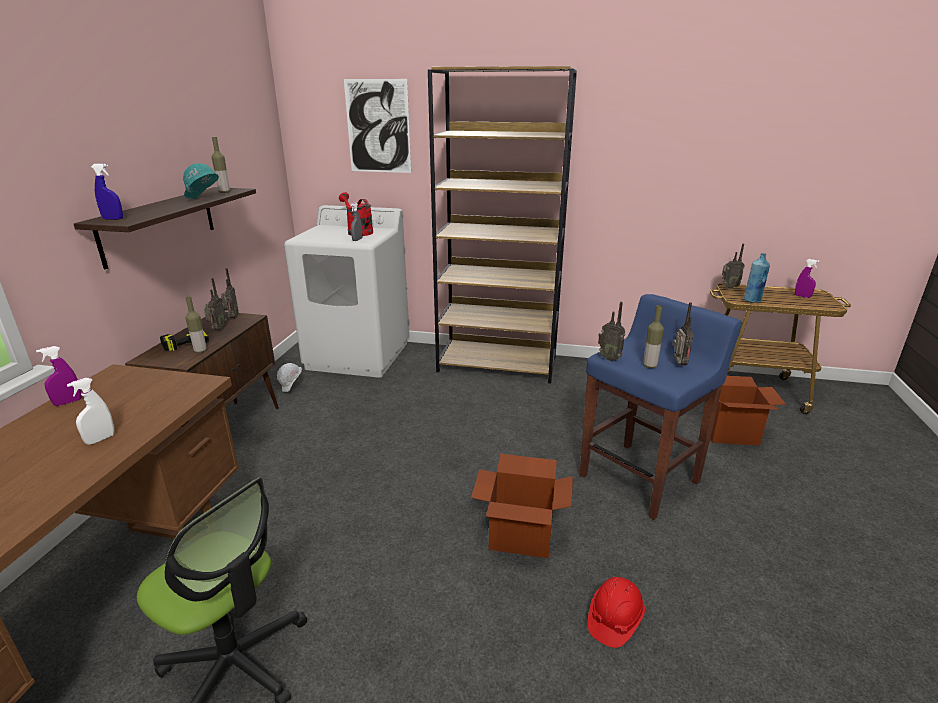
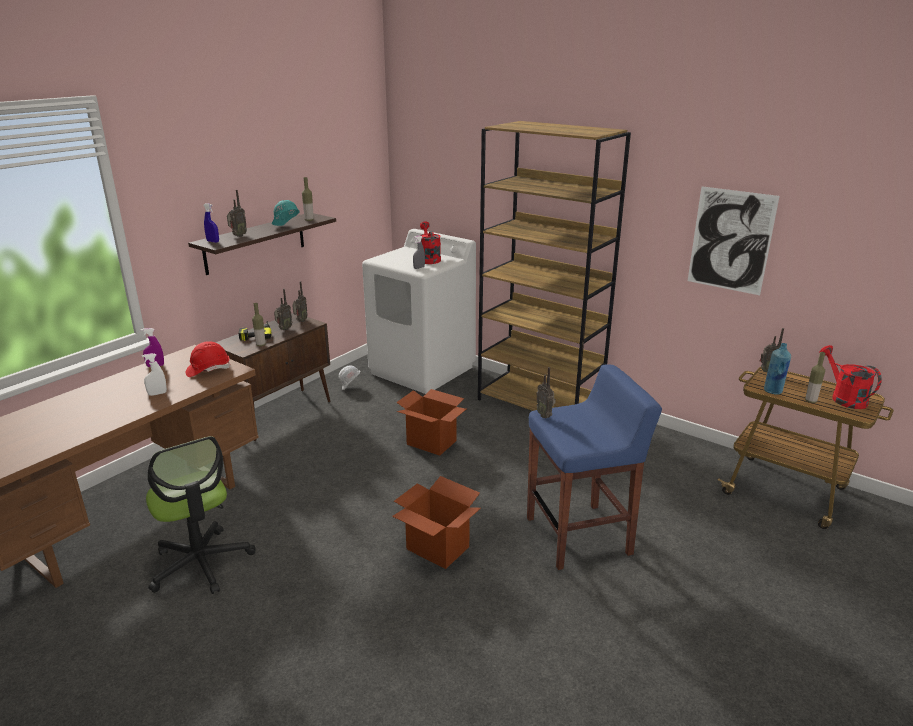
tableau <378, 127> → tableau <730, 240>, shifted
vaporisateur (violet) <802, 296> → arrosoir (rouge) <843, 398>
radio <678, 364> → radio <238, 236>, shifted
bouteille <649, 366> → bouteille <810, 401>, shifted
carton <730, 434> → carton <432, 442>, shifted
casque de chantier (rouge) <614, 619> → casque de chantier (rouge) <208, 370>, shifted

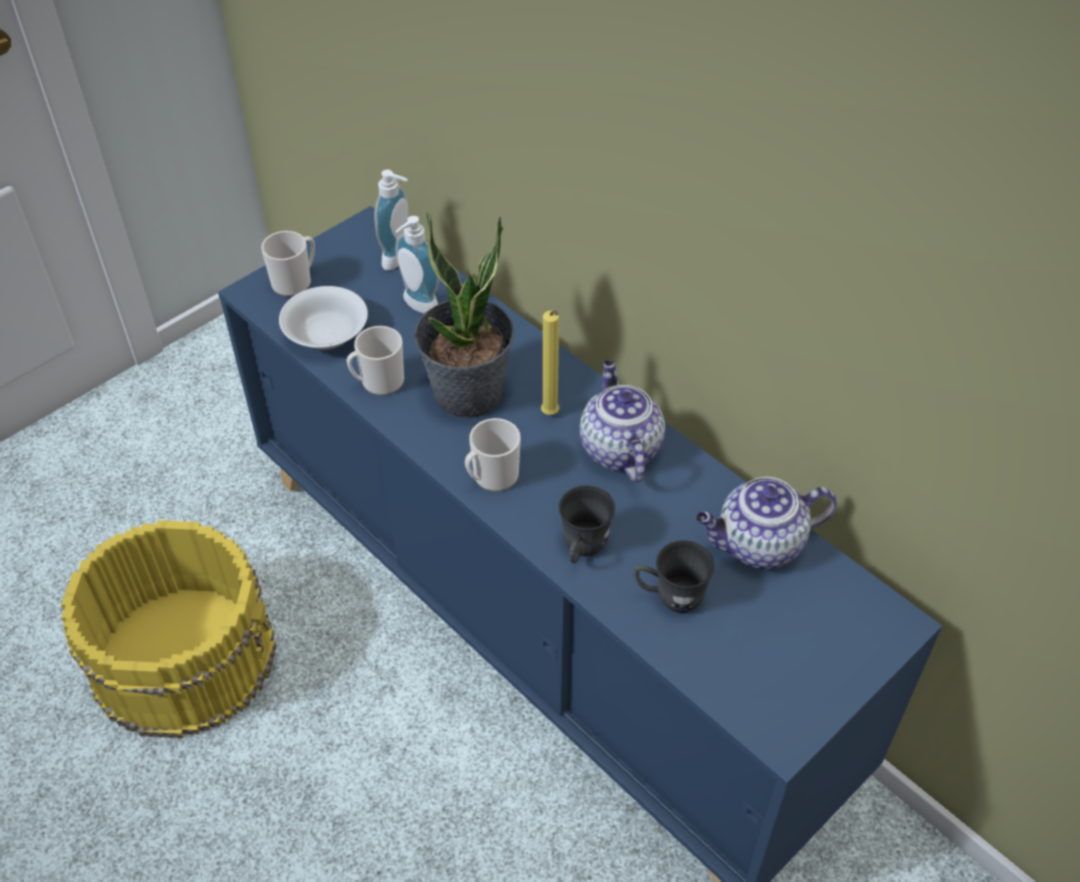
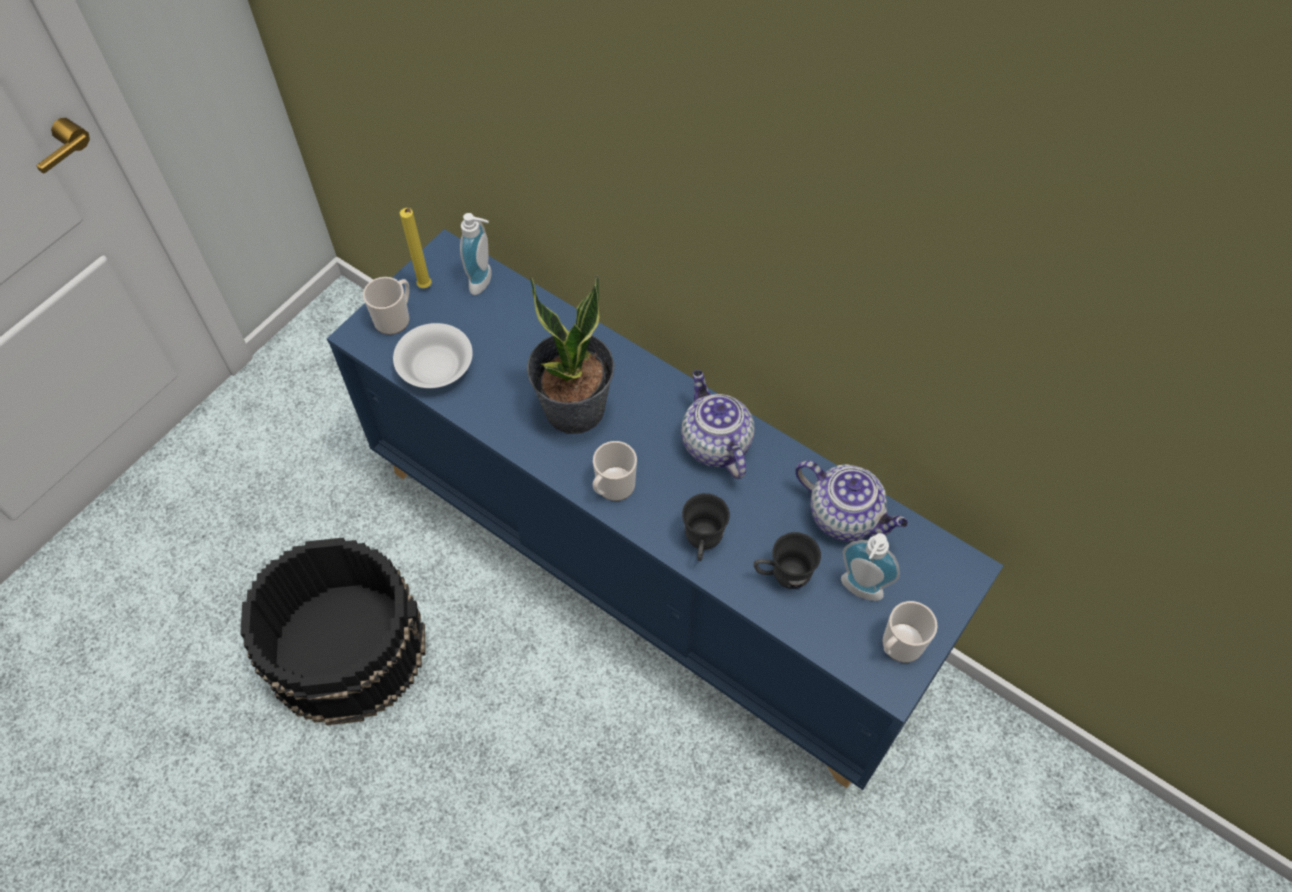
distributeur de savon <417, 306> → distributeur de savon <859, 591>, shifted
bougie (jaune) <551, 415> → bougie (jaune) <426, 288>, shifted
mug <378, 382> → mug <899, 646>, shifted
théière <758, 545> → théière <846, 517>, 120 degrees counterclockwise
seau (jaune) <184, 655> → seau (noir) <346, 646>

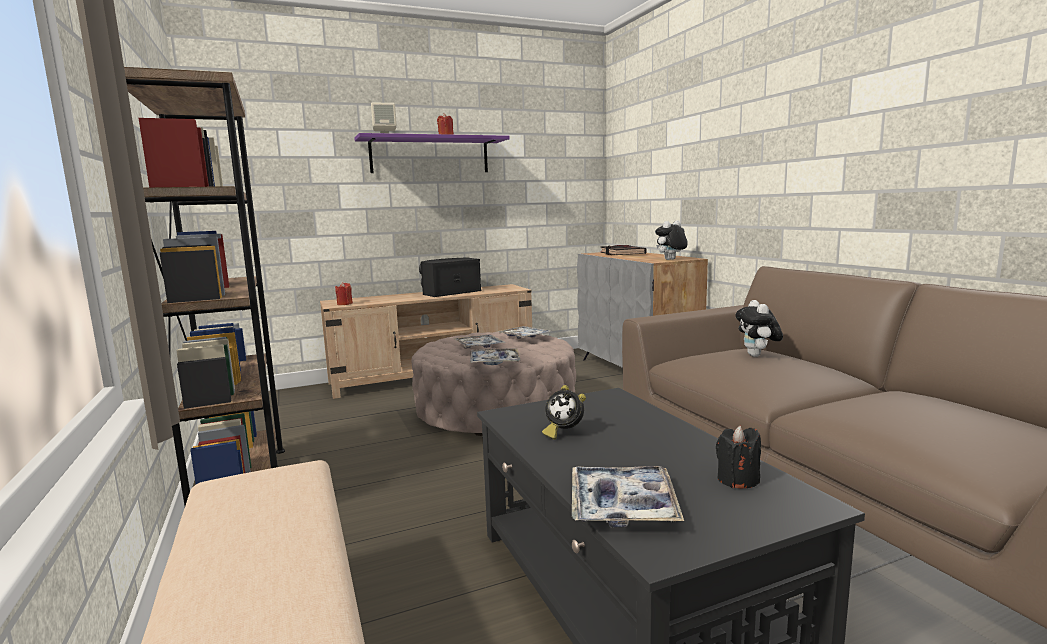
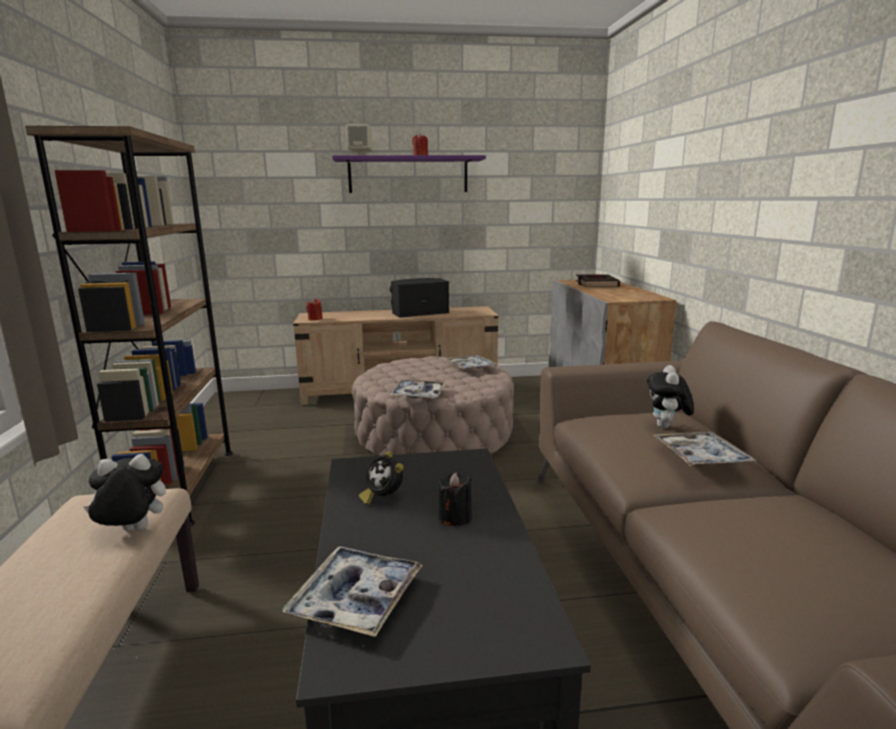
peluche <670, 260> → peluche <132, 531>, shifted
plateau <479, 346> → plateau <700, 457>, shifted
bougie (noir) <737, 480> → bougie (noir) <455, 517>, shifted

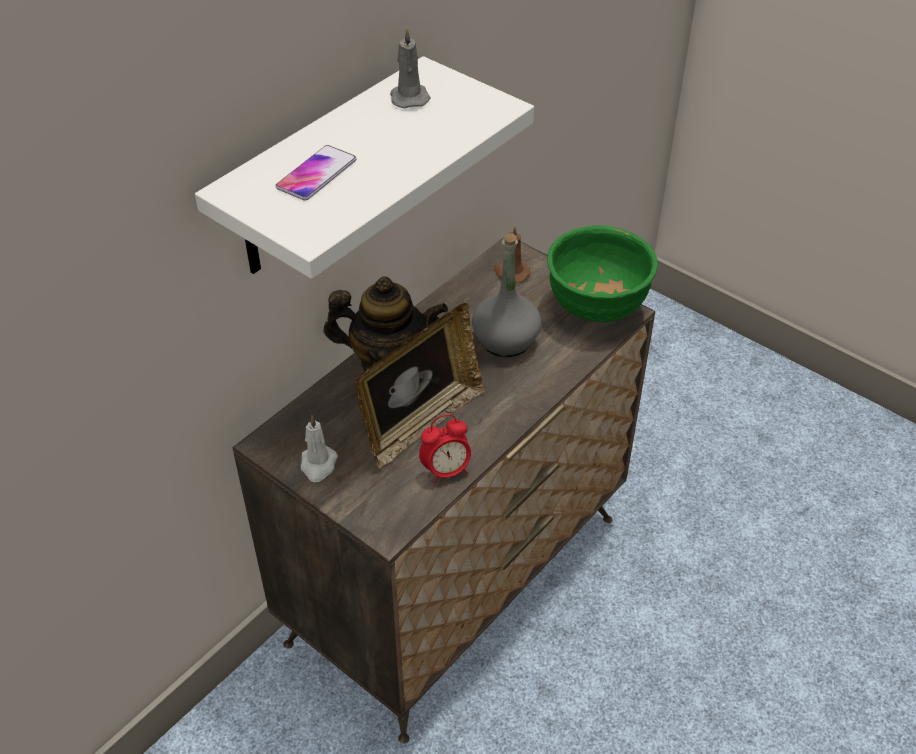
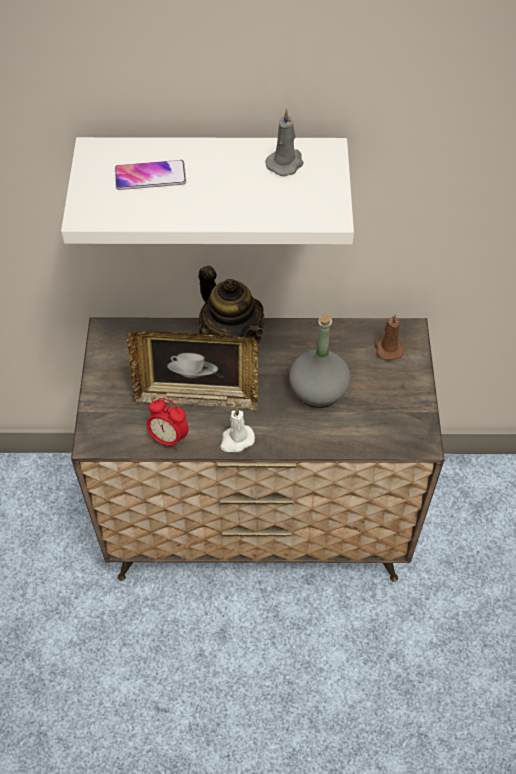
bol (vert) <595, 308> → -
bougie (blanc) <318, 465> → bougie (blanc) <236, 440>, shifted

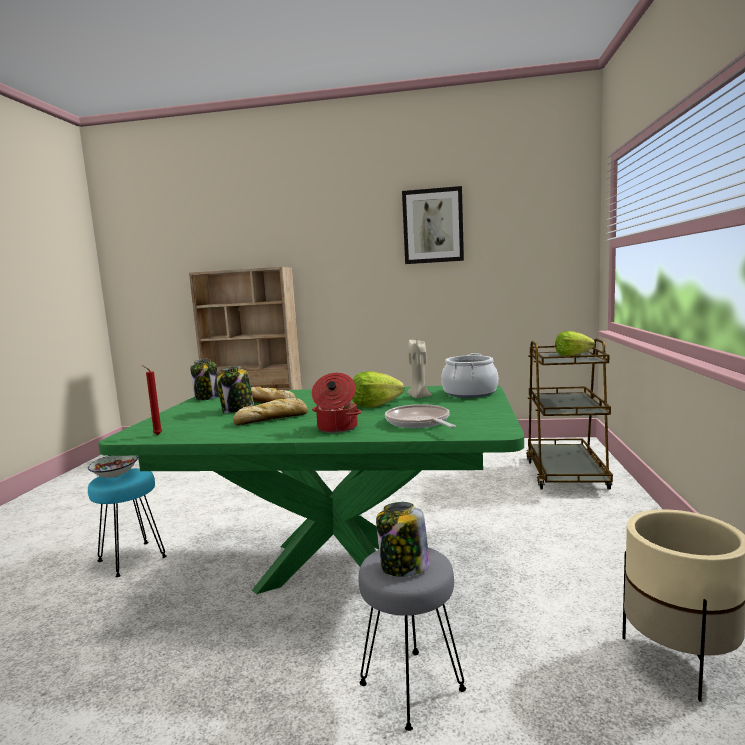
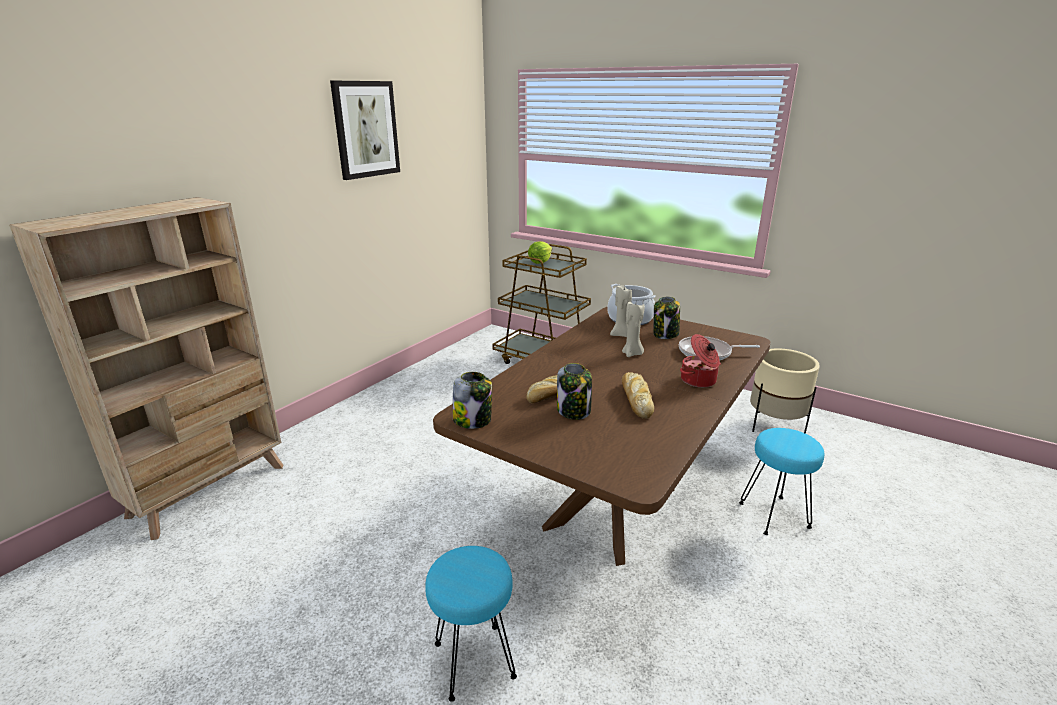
bougie (rouge) <156, 435> → -
laitue <375, 405> → bougie (beige) <632, 354>
table à manger (vert) <337, 569> → table à manger (marron) <612, 508>
bol <116, 476> → -
bocal <403, 567> → bocal <665, 334>, shifted
tabouret (gris) <410, 687> → tabouret (turquoise) <774, 516>

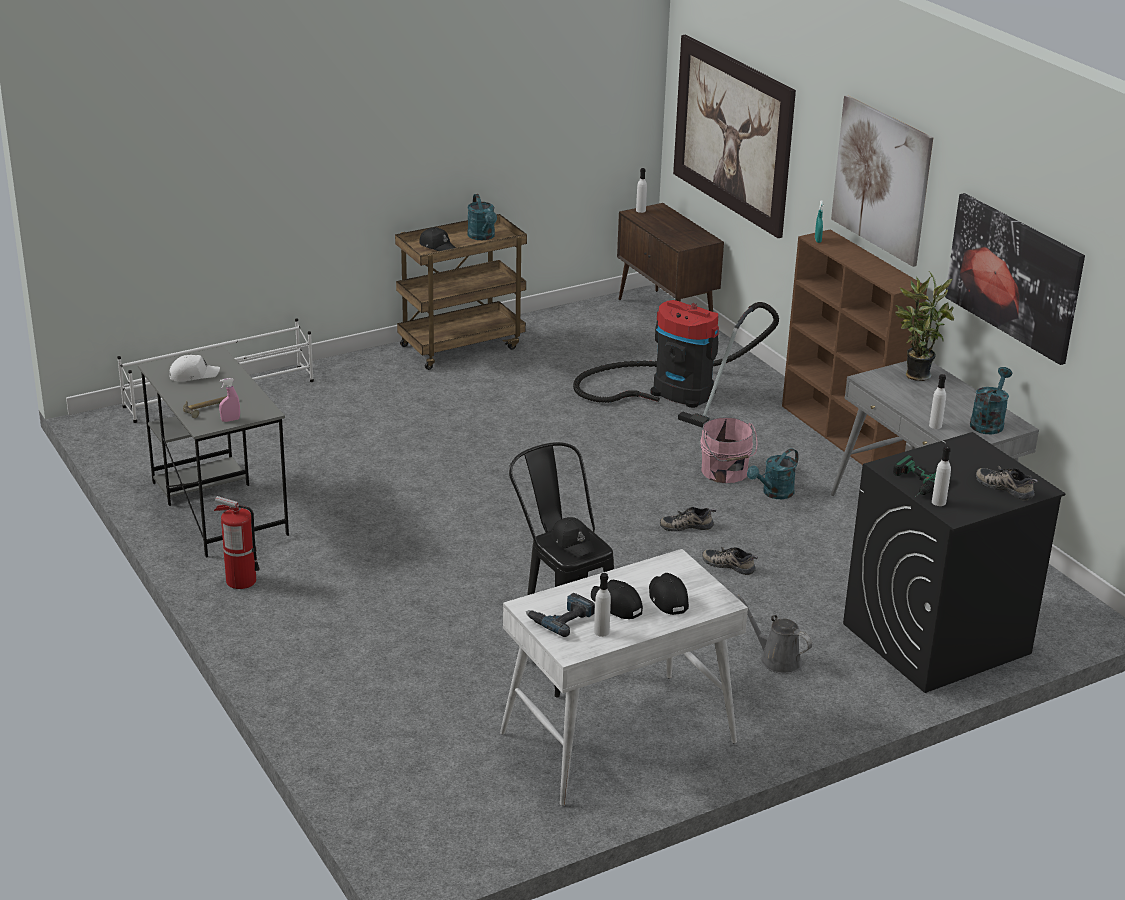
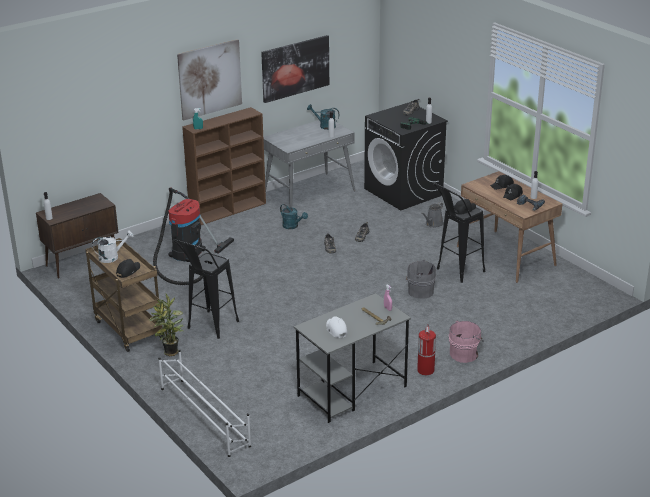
tableau <733, 134> → -
arrosoir (turquoise) <483, 237> → arrosoir (blanc) <112, 257>
plante en pot <914, 375> → plante en pot <170, 353>, shifted
seau (rose) <725, 472> → seau (rose) <465, 354>, shifted
bureau (blanc) <617, 739> → bureau (marron) <506, 256>
- → tabouret (noir) <208, 329>
- → seau (gris) <419, 291>

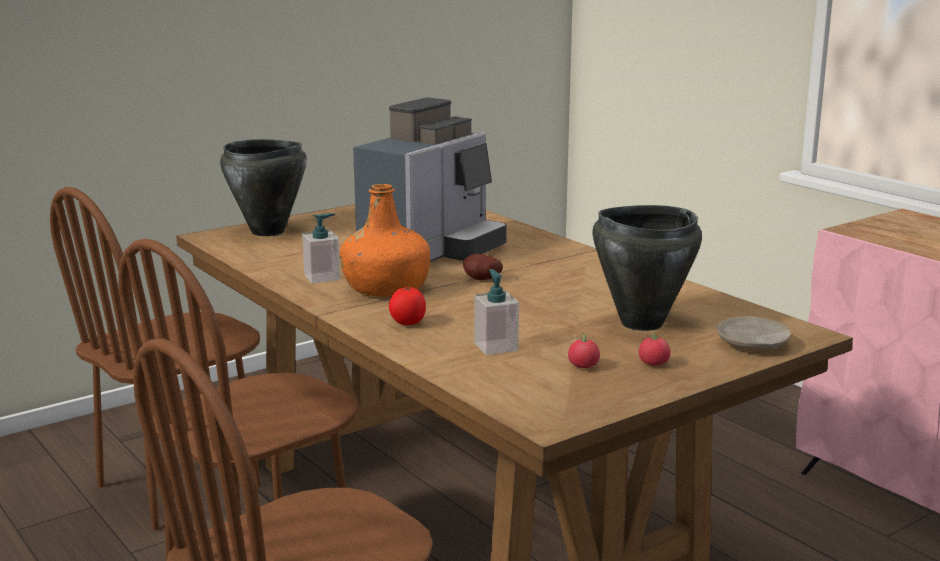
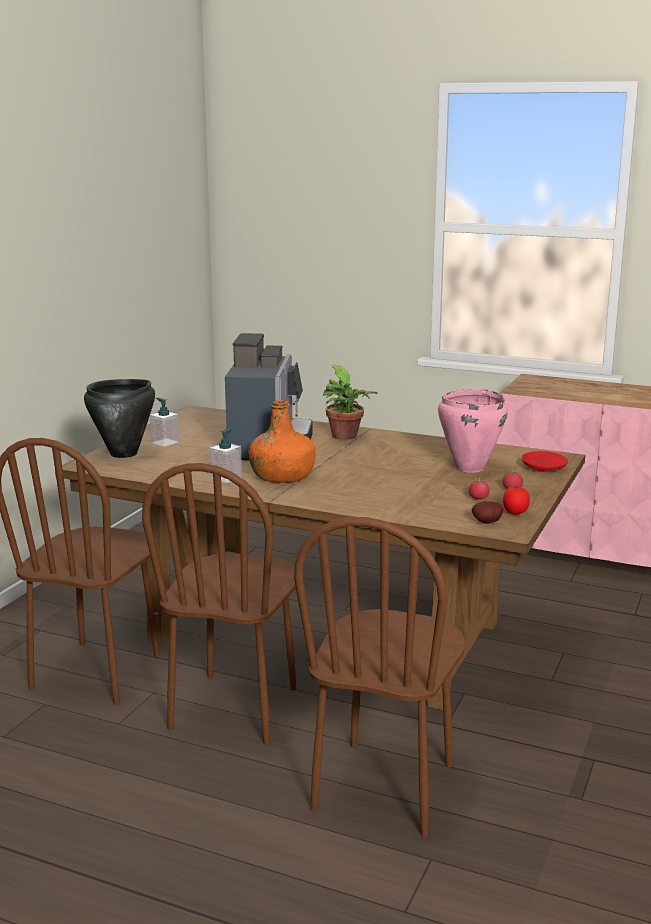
marmite (noir) <640, 323> → marmite (rose) <469, 468>
pomme de terre <481, 280> → pomme de terre <488, 523>, shifted
distributeur de savon <496, 347> → distributeur de savon <165, 442>, shifted
tomate <407, 323> → tomate <515, 513>, shifted
assiette (beige) <752, 344> → assiette (rouge) <544, 468>
- → plante en pot <346, 437>

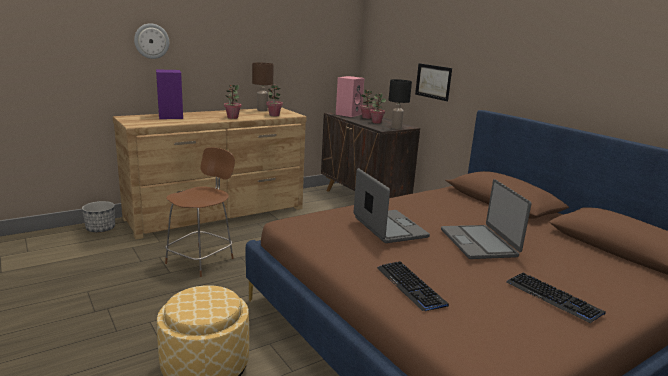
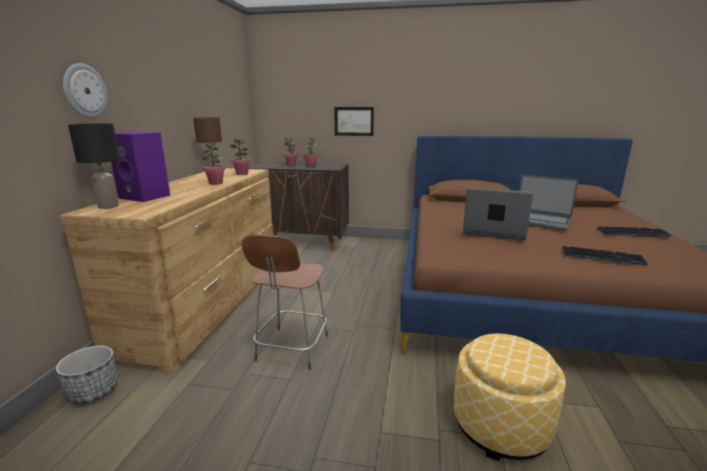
enceinte (rose) <348, 114> → -
lampe de table (noir) <396, 128> → lampe de table (noir) <108, 206>, shifted
chaise (marron) <201, 260> → chaise (marron) <291, 349>, 150 degrees counterclockwise

